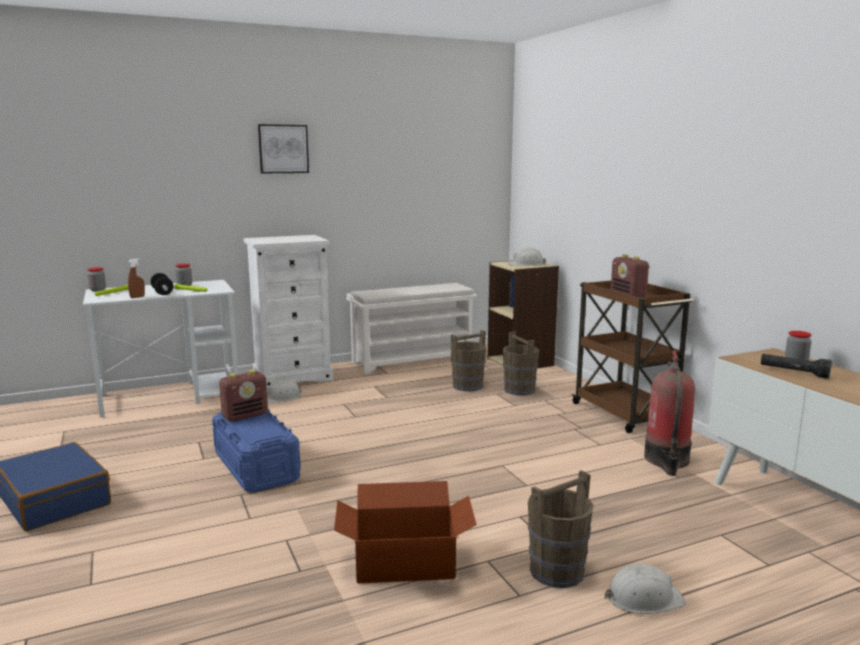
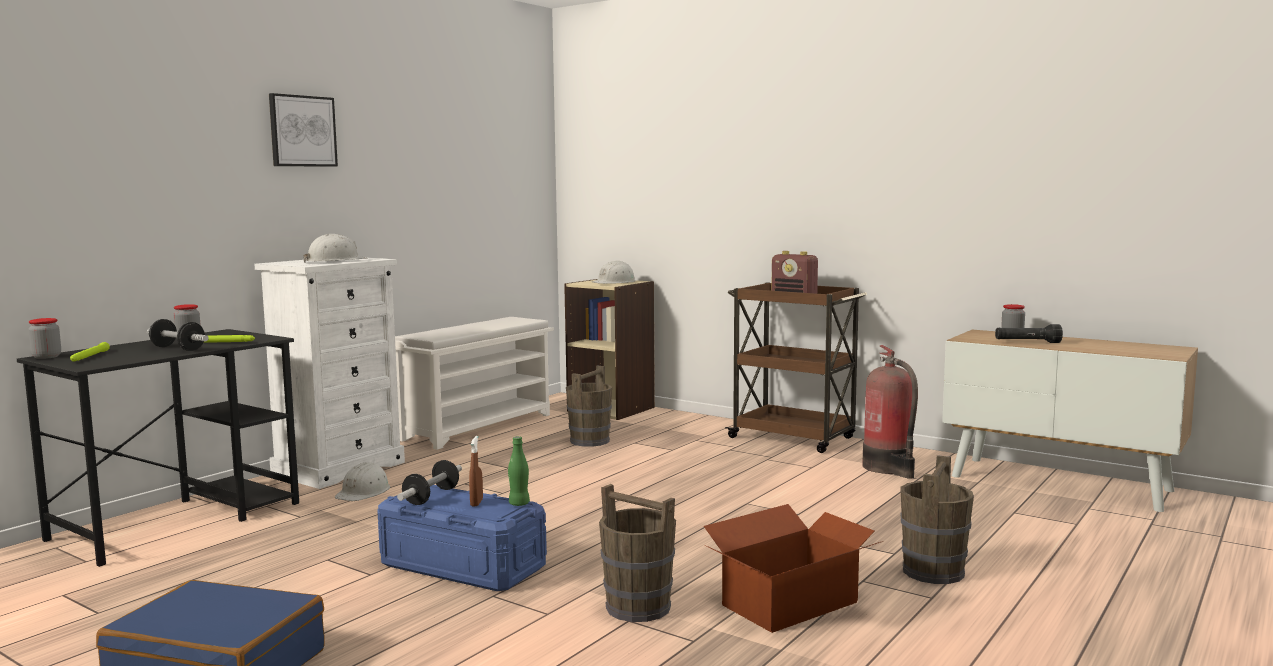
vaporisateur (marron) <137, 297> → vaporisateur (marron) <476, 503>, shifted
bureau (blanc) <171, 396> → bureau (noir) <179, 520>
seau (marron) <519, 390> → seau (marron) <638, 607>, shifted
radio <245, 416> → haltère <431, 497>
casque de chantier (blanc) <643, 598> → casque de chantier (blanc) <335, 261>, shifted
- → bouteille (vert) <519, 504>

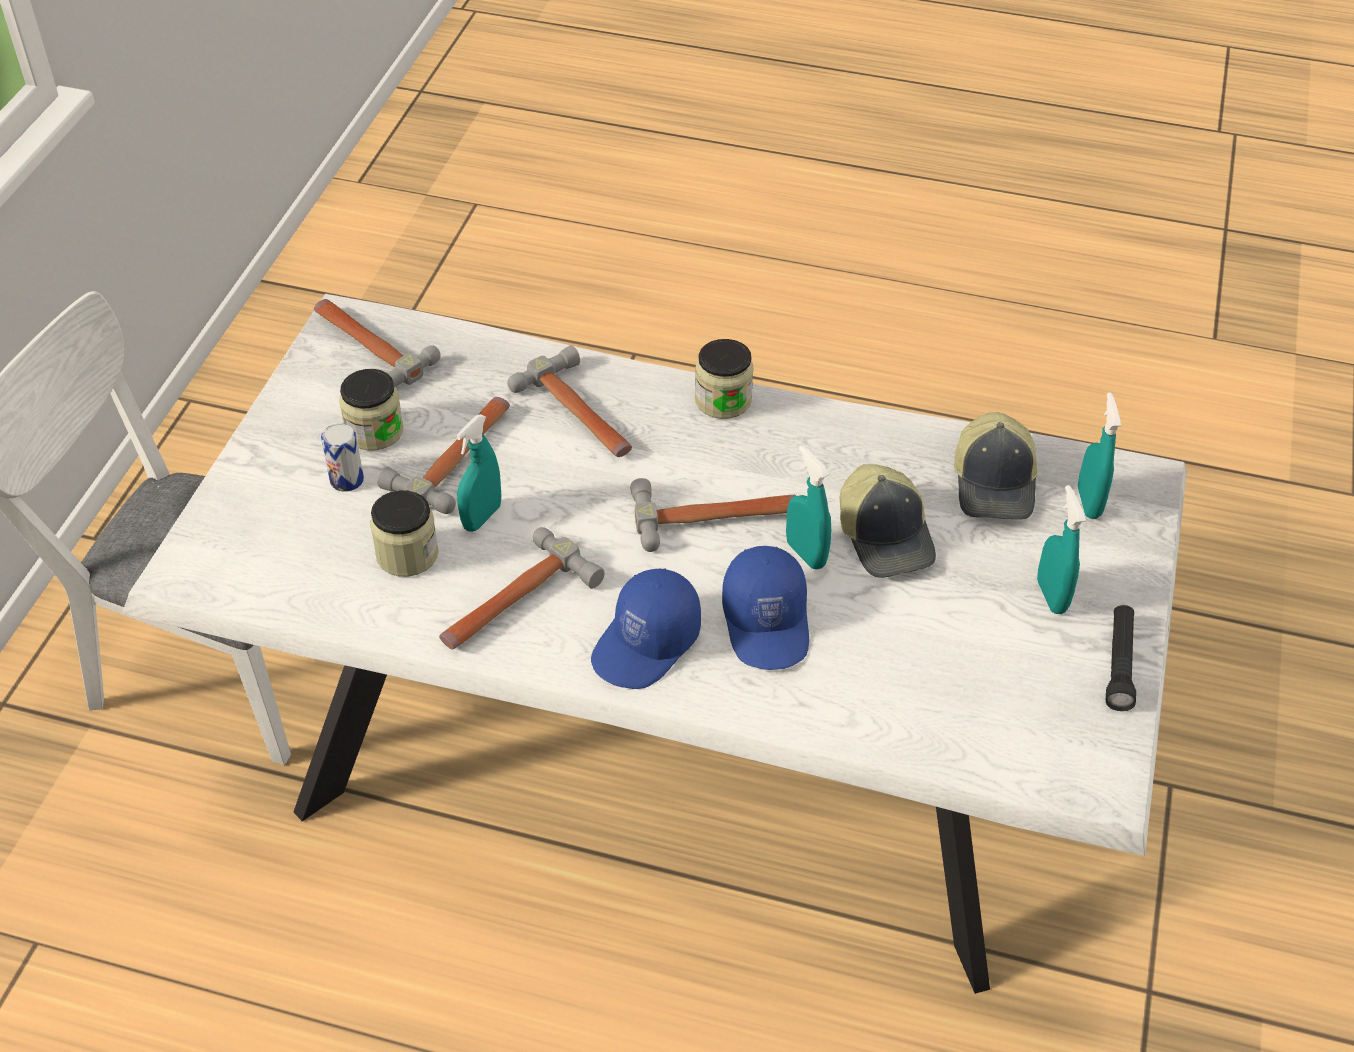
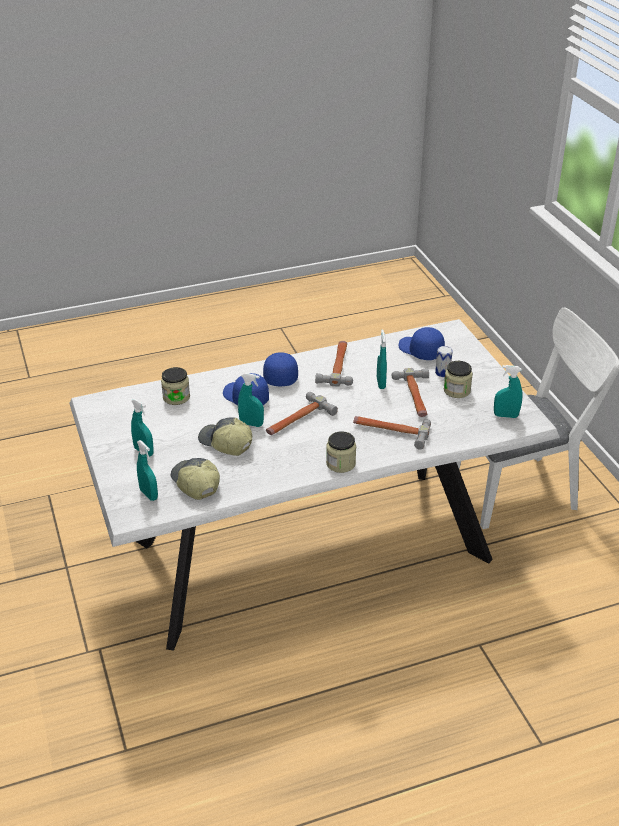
marteau <367, 347> → vaporisateur (turquoise) <505, 416>
bocal <407, 554> → bocal <176, 397>, shifted
lampe de poche (noir) <1119, 664> → -
- → casquette (bleu) <420, 350>

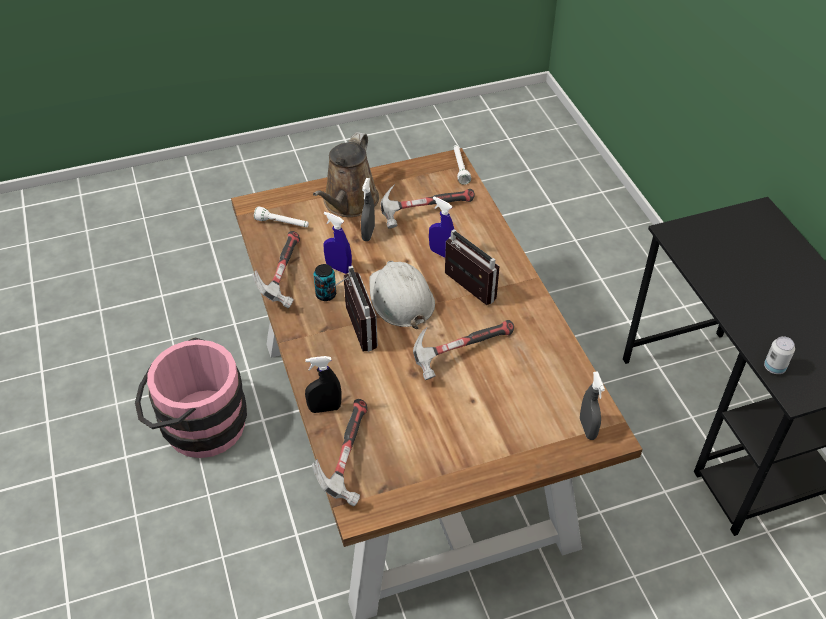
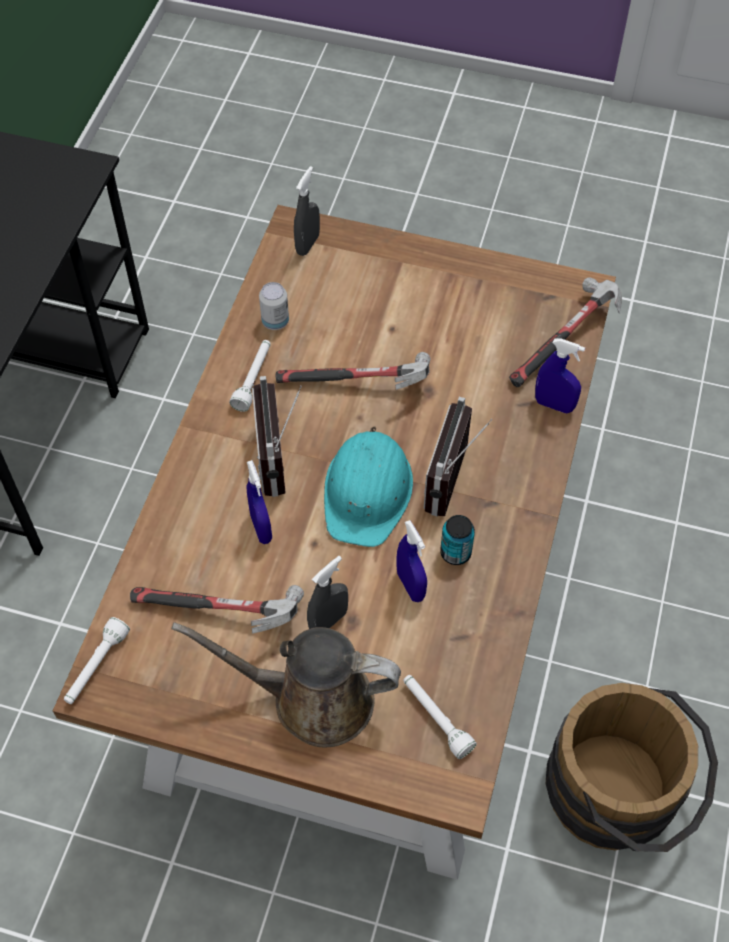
arrosoir (marron) <348, 203> → arrosoir (marron) <312, 699>, 135 degrees counterclockwise
marteau <282, 277> → -
casque de chantier (blanc) <400, 298> → casque de chantier (turquoise) <368, 492>
boîte métallique <774, 367> → boîte métallique <275, 321>, shifted
seau (rose) <196, 425> → seau (marron) <620, 797>
vaporisateur (noir) <325, 408> → vaporisateur (bleu) <554, 405>
- → lampe de poche (blanc) <254, 379>

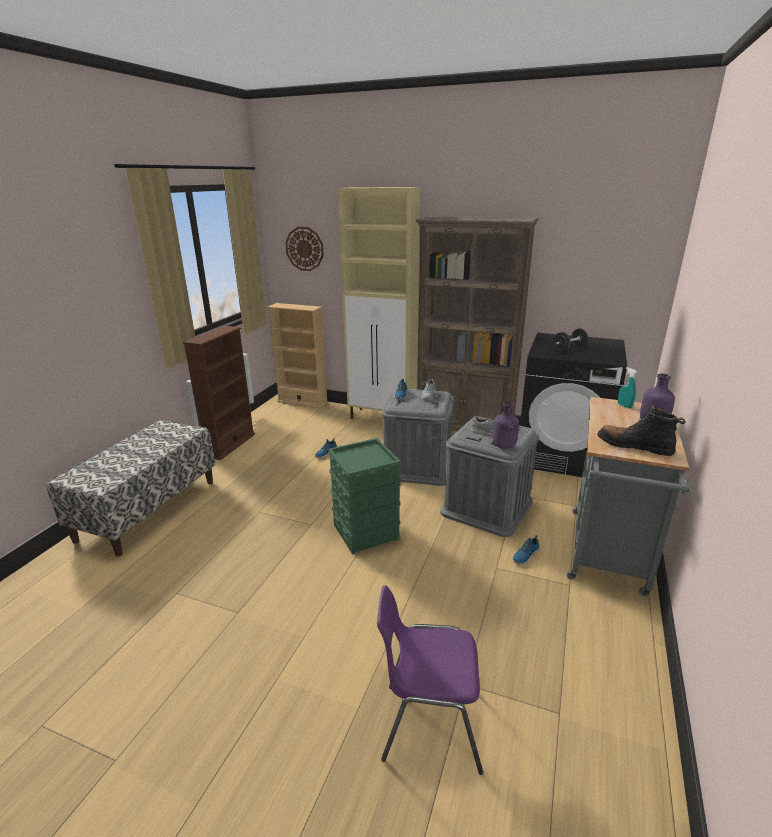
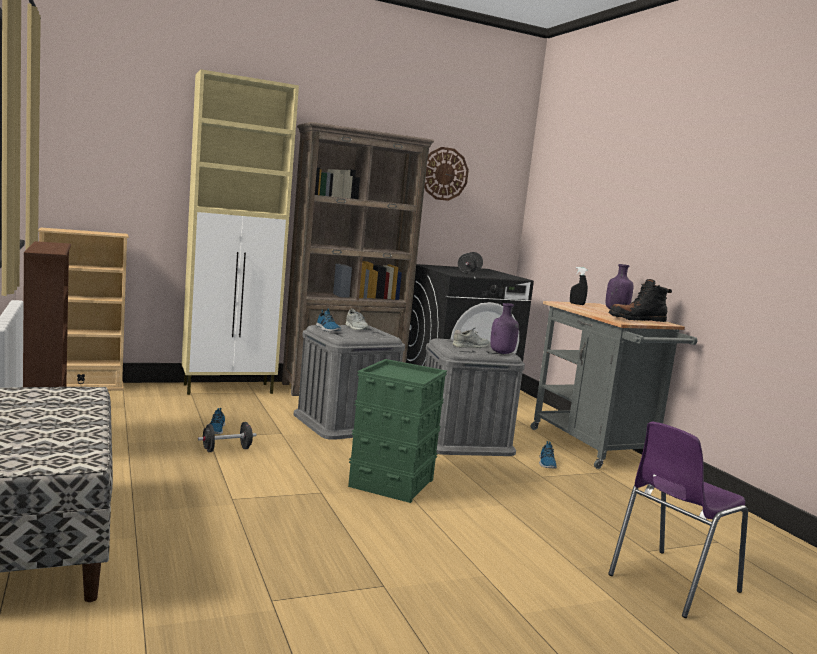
horloge murale <304, 249> → horloge murale <444, 174>, shifted
vaporisateur (turquoise) <624, 406> → vaporisateur (noir) <577, 304>
- → haltère (noir) <226, 449>

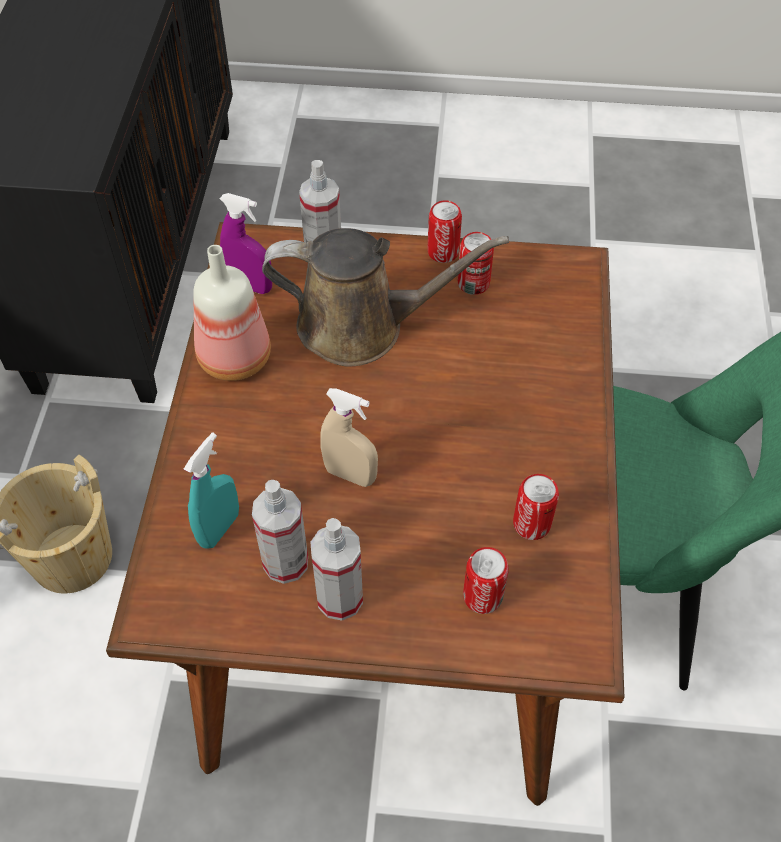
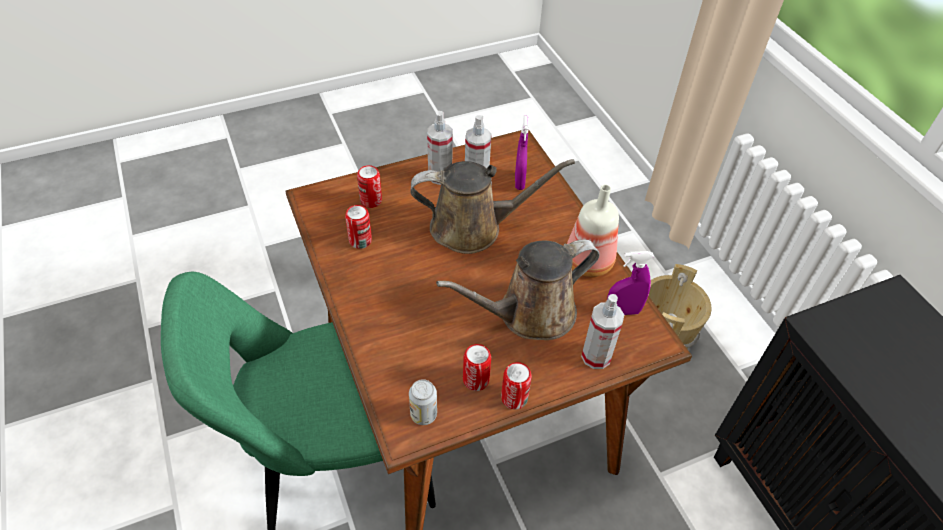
vaporisateur (beige) <350, 475> → arrosoir (marron) <473, 227>
vaporisateur (turquoise) <219, 528> → vaporisateur (violet) <519, 181>
- → boîte métallique <423, 414>

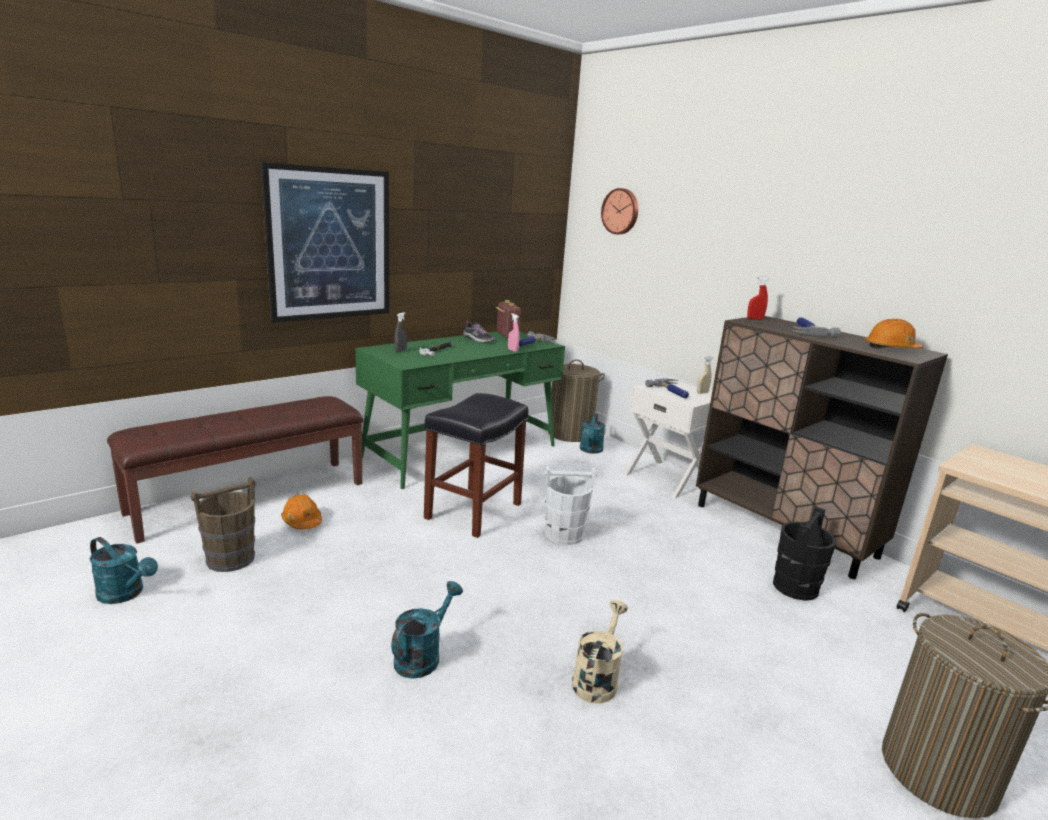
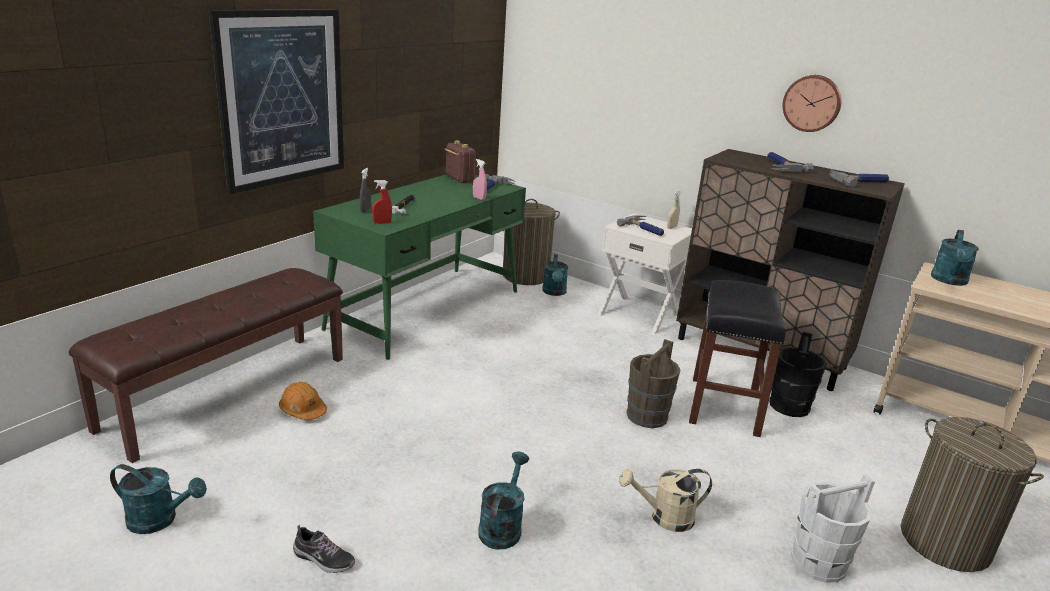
horloge murale <621, 211> → horloge murale <812, 103>, shifted
vaporisateur (rouge) <755, 319> → vaporisateur (rouge) <382, 223>, shifted
casque de chantier (orange) <891, 348> → marteau <860, 181>
chaussure <478, 339> → chaussure <323, 559>, shifted
tabouret (noir) <473, 511> → tabouret (noir) <725, 407>, shifted
seau (blanc) <564, 534> → seau (blanc) <819, 562>, shifted
seau (marron) <231, 559> → seau (marron) <647, 416>, shifted
arrosoir (beige) <597, 678> → arrosoir (beige) <664, 517>, 105 degrees counterclockwise
- → arrosoir (turquoise) <949, 281>

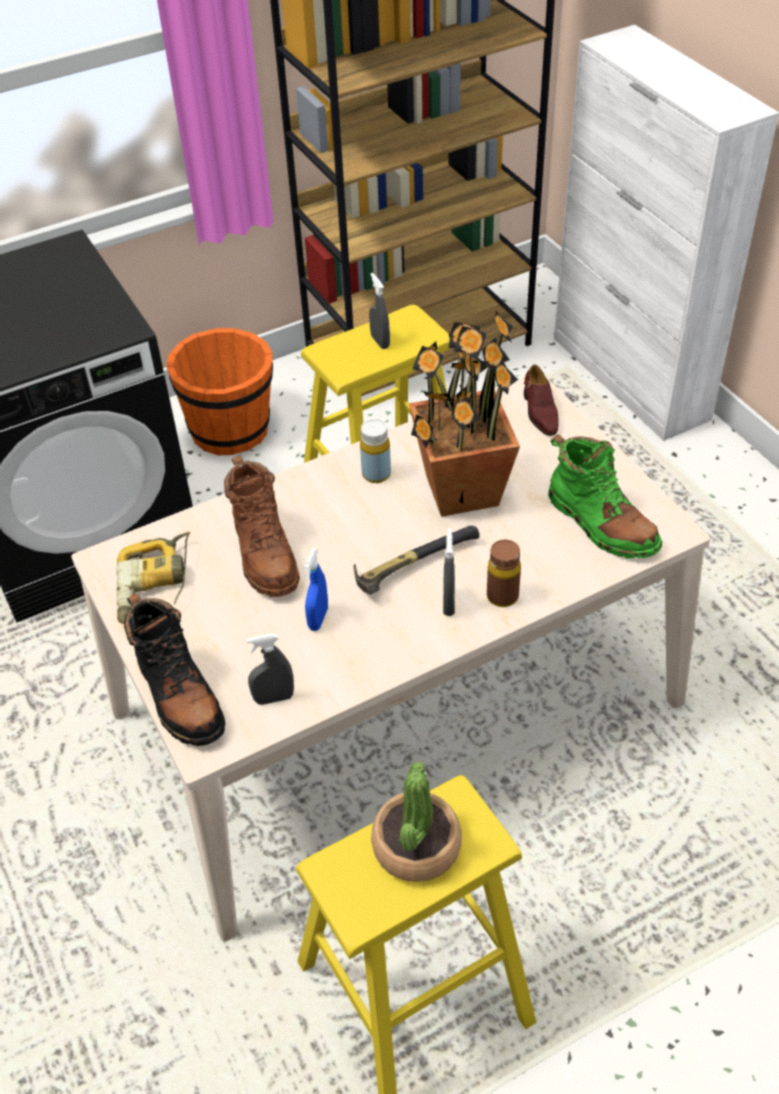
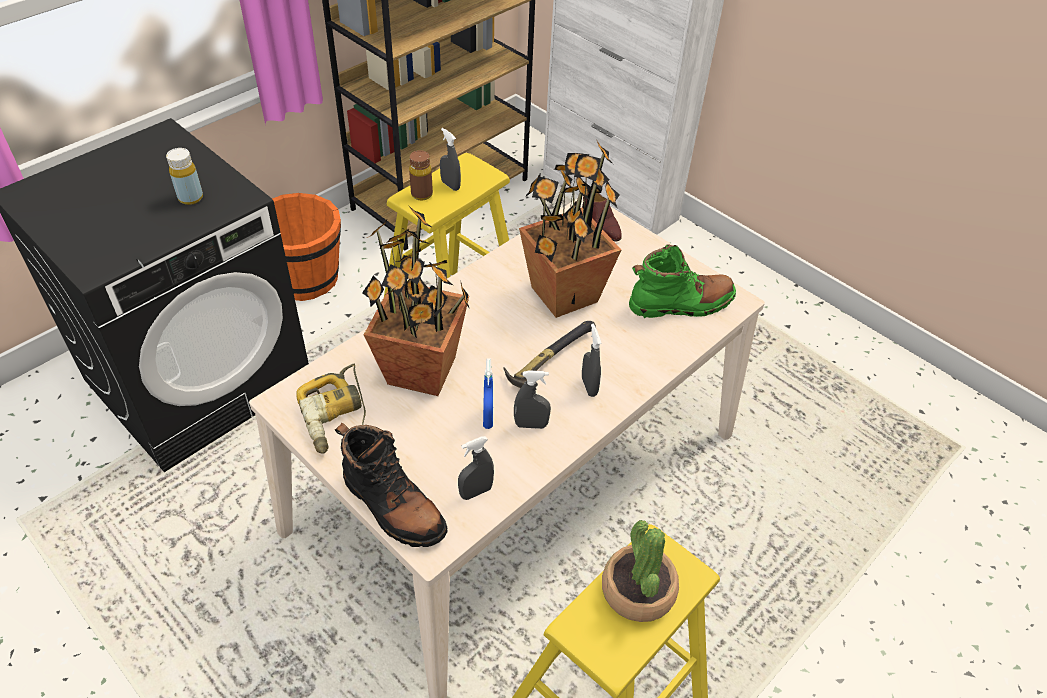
bouteille (jaune) <376, 474> → bouteille (jaune) <190, 198>, shifted
botte (vert) <601, 524> → botte (vert) <681, 304>, 45 degrees counterclockwise
botte (marron) <264, 554> → plante en pot <421, 372>
bouteille (marron) <502, 596> → bouteille (marron) <421, 194>, shifted
- → vaporisateur (gris) <531, 425>

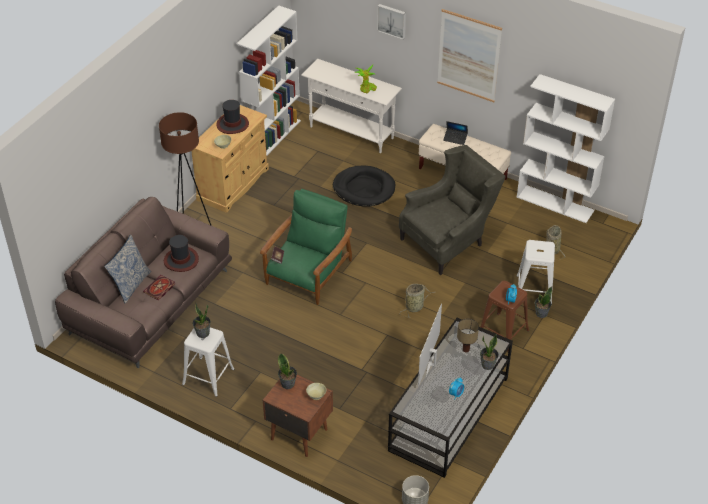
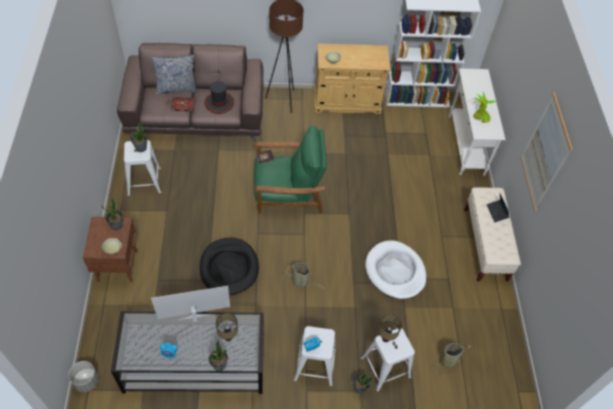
tableau <392, 20> → -
bibliothèque (blanc) <555, 203> → -
chapeau <233, 124> → -
fauteuil (gris) <448, 241> → panier pour chien (blanc) <395, 271>
panier pour chien (noir) <364, 188> → panier pour chien (noir) <229, 268>, shifted
tabouret (marron) <503, 333> → tabouret (blanc) <315, 365>
- → lampe de table <385, 339>

